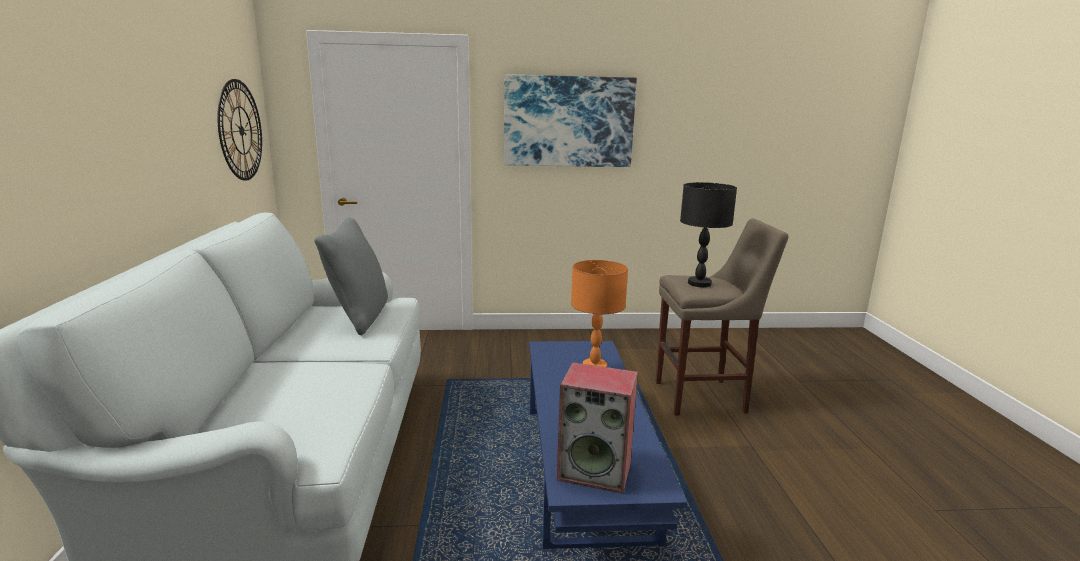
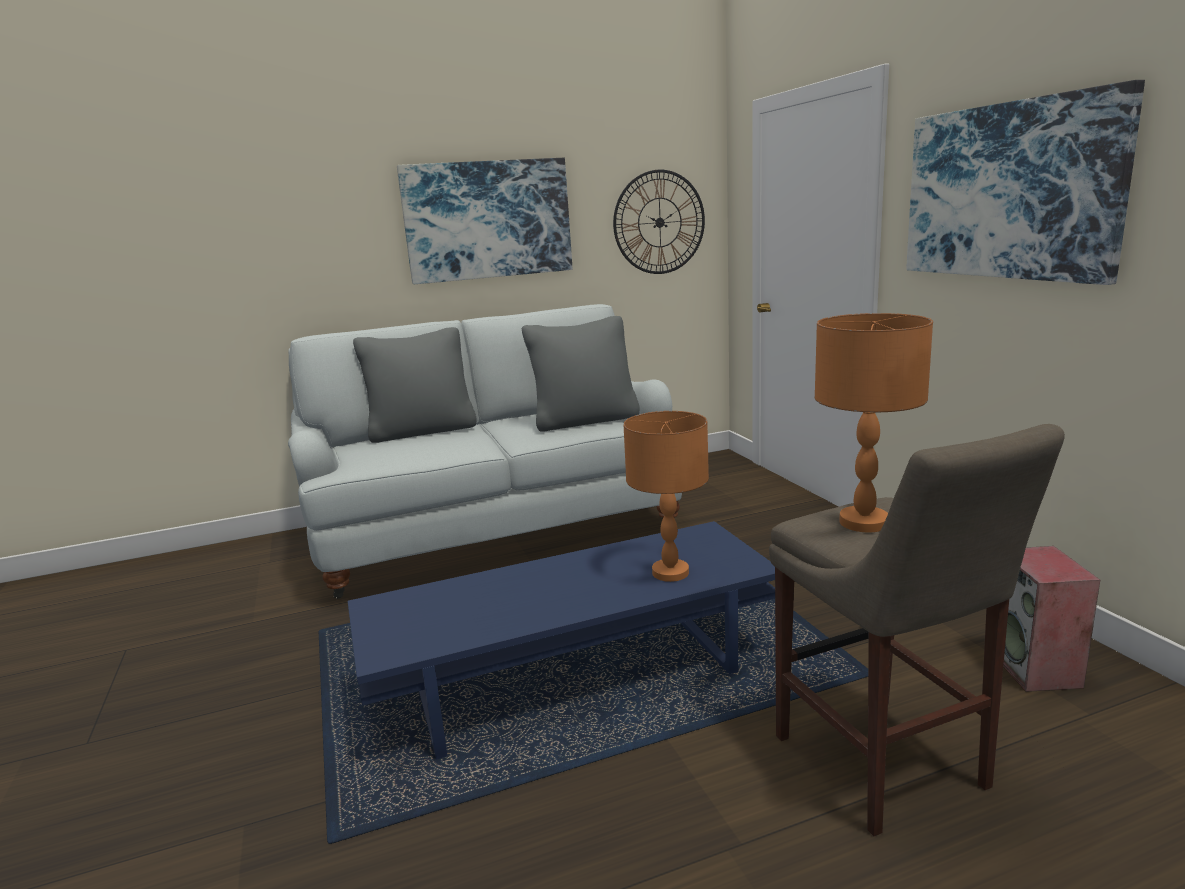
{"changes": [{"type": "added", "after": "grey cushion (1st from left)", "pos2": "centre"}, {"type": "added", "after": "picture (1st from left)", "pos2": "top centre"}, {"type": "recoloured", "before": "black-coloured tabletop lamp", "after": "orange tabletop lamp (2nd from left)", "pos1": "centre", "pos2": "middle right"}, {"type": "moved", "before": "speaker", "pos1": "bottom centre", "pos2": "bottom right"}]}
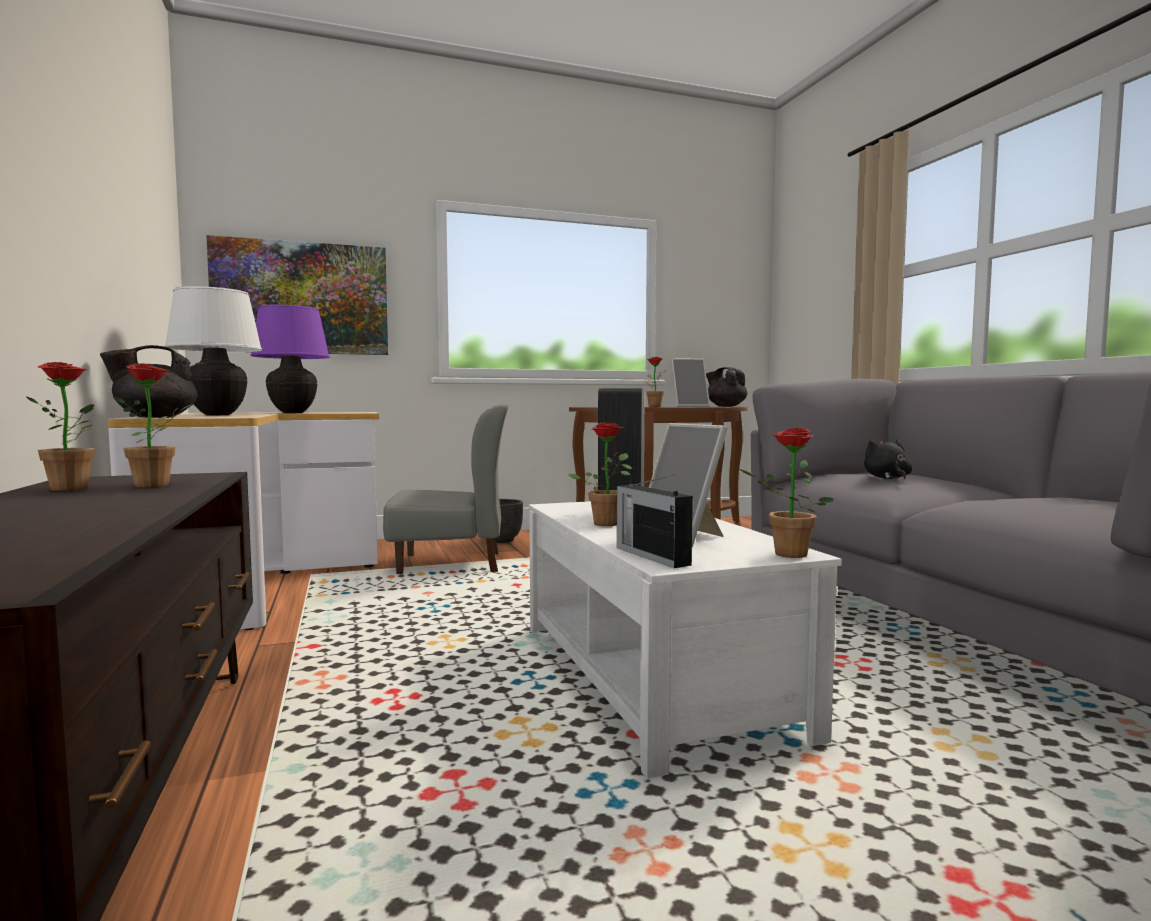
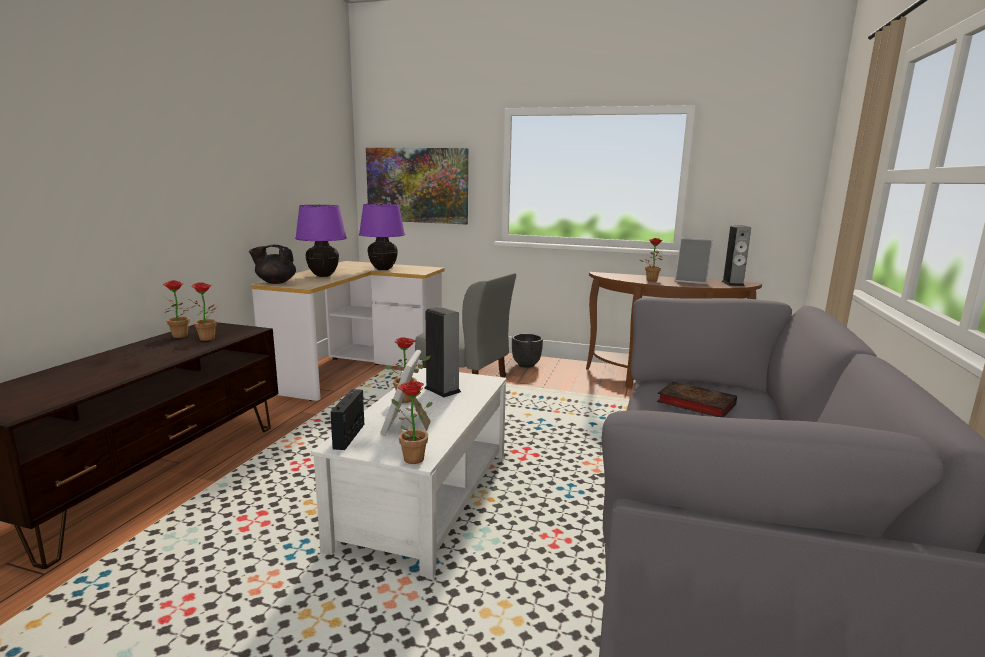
{"changes": [{"type": "recoloured", "before": "white tabletop lamp", "after": "purple-coloured tabletop lamp (1st from left)", "pos1": "middle left", "pos2": "middle left"}, {"type": "replaced", "before": "black-coloured plush toy", "after": "bound book", "pos1": "middle right", "pos2": "middle right"}, {"type": "replaced", "before": "black-coloured tea pot (2nd from left)", "after": "speaker (2nd from left)", "pos1": "centre", "pos2": "middle right"}]}
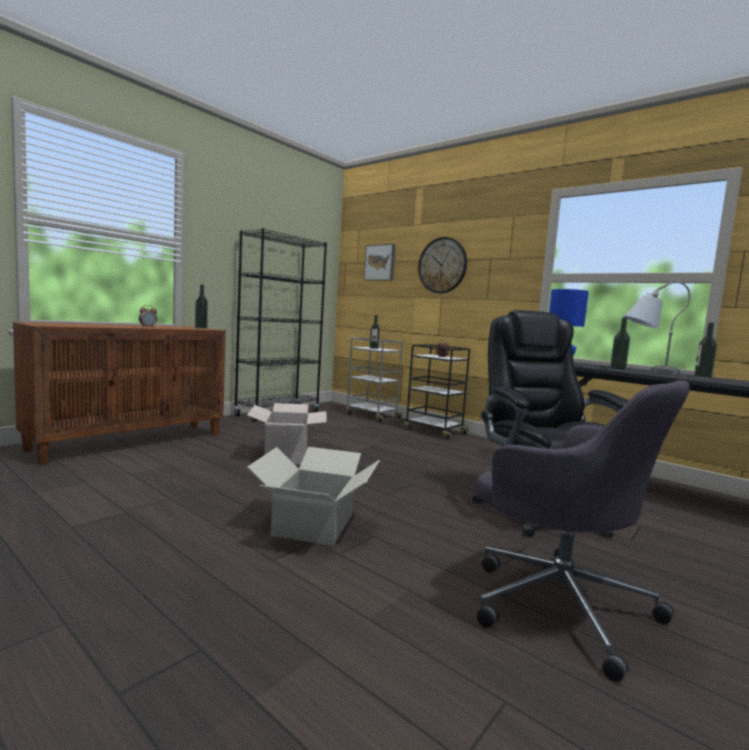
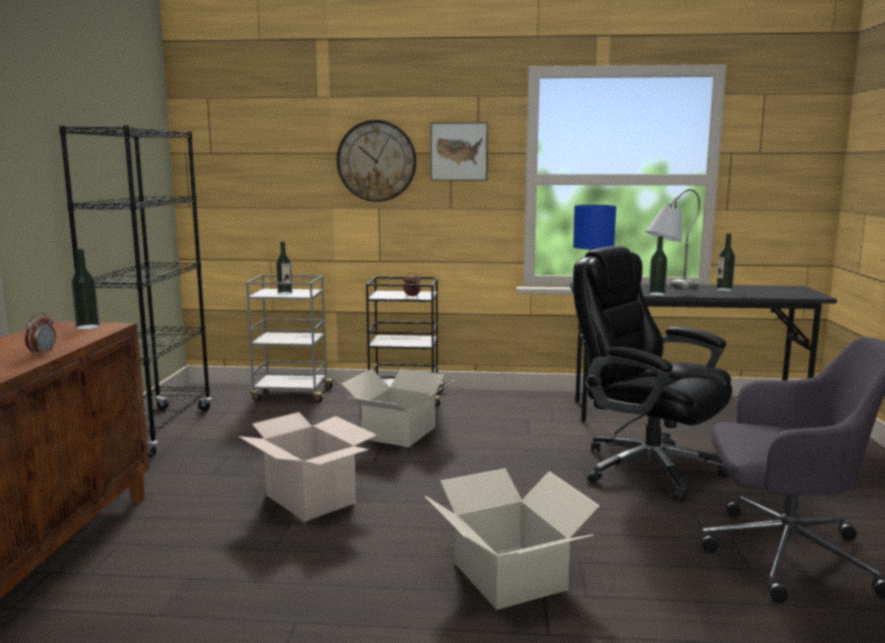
{"changes": [{"type": "added", "after": "carton (2nd from left)", "pos2": "centre"}, {"type": "moved", "before": "picture", "pos1": "centre", "pos2": "top centre"}]}
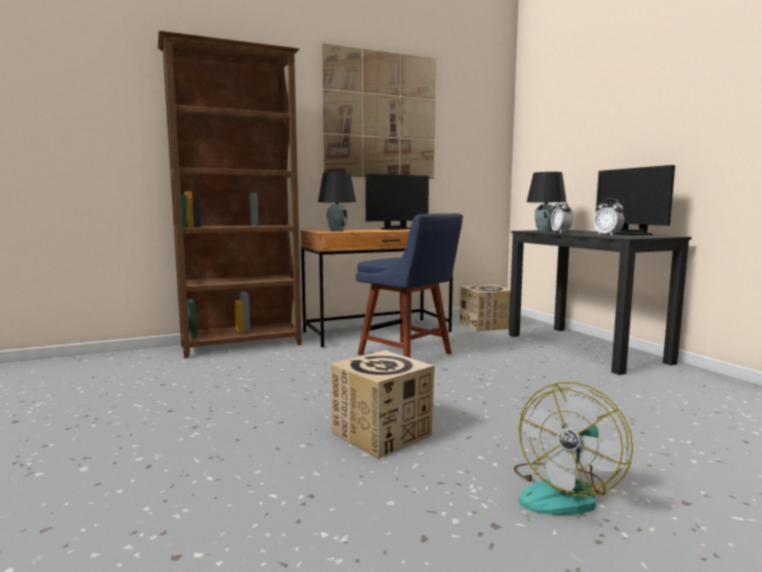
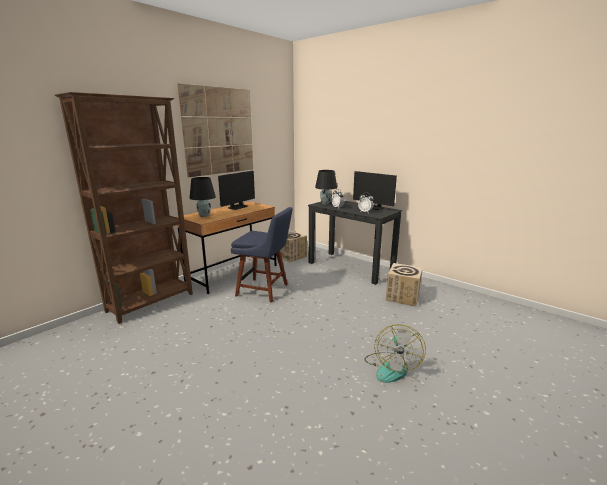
{"changes": [{"type": "moved", "before": "carton (1st from left in the first image)", "after": "carton (2nd from left)", "pos1": "bottom centre", "pos2": "centre"}]}
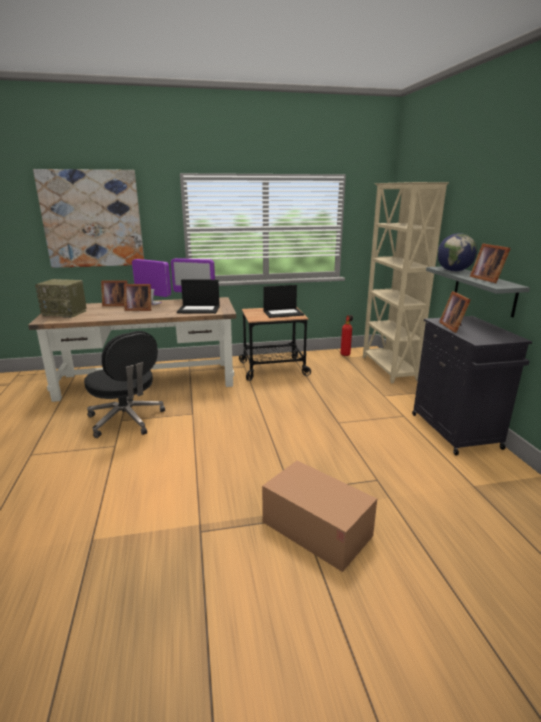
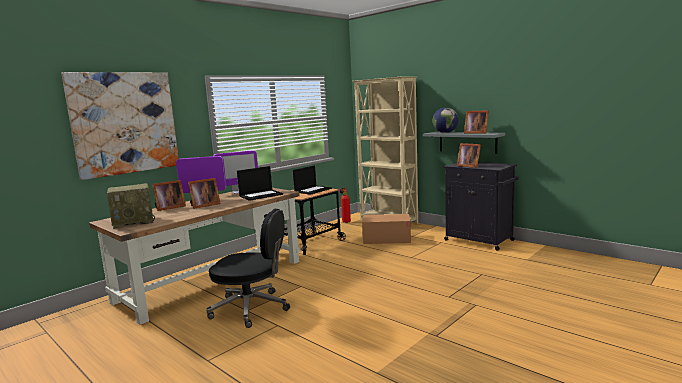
{"changes": [{"type": "moved", "before": "carton", "pos1": "bottom centre", "pos2": "centre"}]}
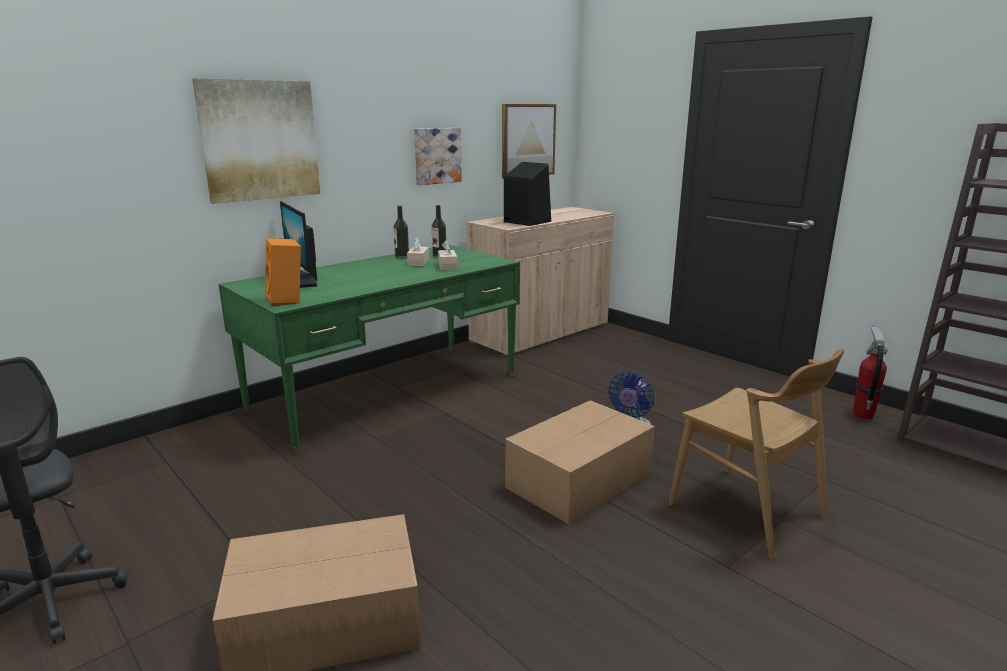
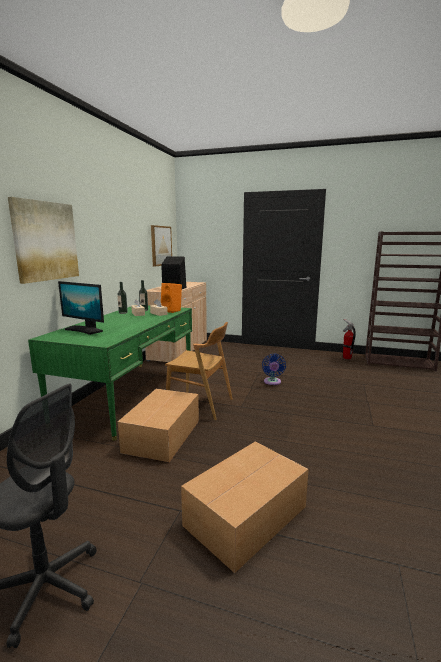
{"changes": [{"type": "moved", "before": "carton (2nd from left in the first image)", "after": "carton (1st from left)", "pos1": "bottom centre", "pos2": "centre"}, {"type": "moved", "before": "orange speaker", "pos1": "middle left", "pos2": "centre"}, {"type": "moved", "before": "brown chair", "pos1": "bottom right", "pos2": "centre"}, {"type": "removed", "before": "picture (2nd from left)", "pos1": "top centre"}]}
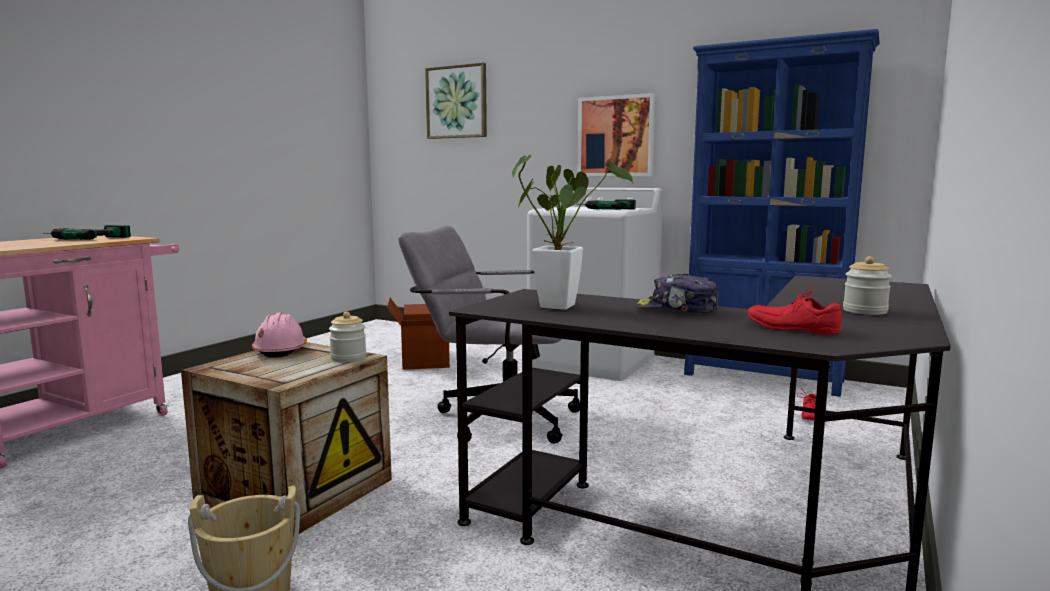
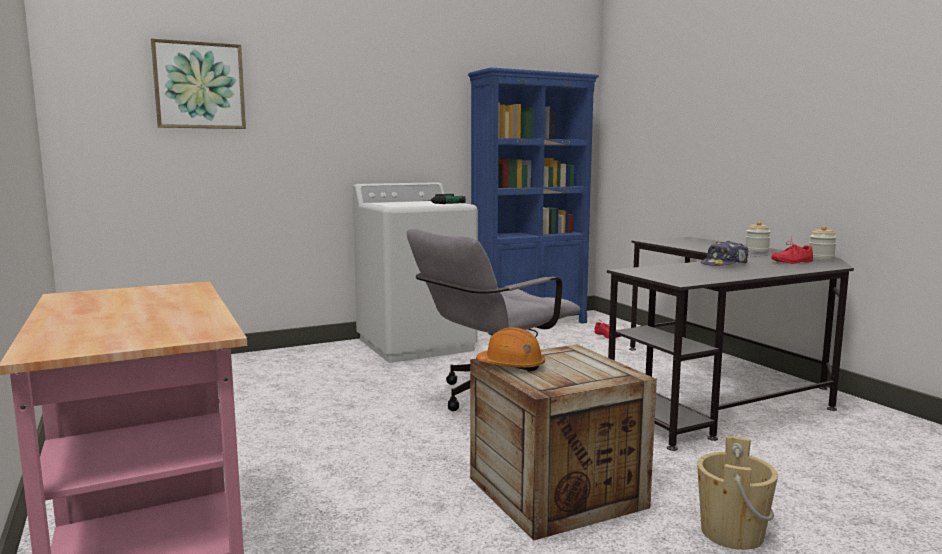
{"changes": [{"type": "recoloured", "before": "pink-coloured safety helmet", "after": "orange safety helmet", "pos1": "middle left", "pos2": "centre"}, {"type": "moved", "before": "preserve jar (1st from left in the first image)", "after": "preserve jar (2nd from left)", "pos1": "middle left", "pos2": "middle right"}, {"type": "removed", "before": "electric drill (1st from left)", "pos1": "middle left"}, {"type": "removed", "before": "carton", "pos1": "centre"}, {"type": "removed", "before": "plant in a pot", "pos1": "centre"}, {"type": "removed", "before": "picture (2nd from left)", "pos1": "top centre"}]}
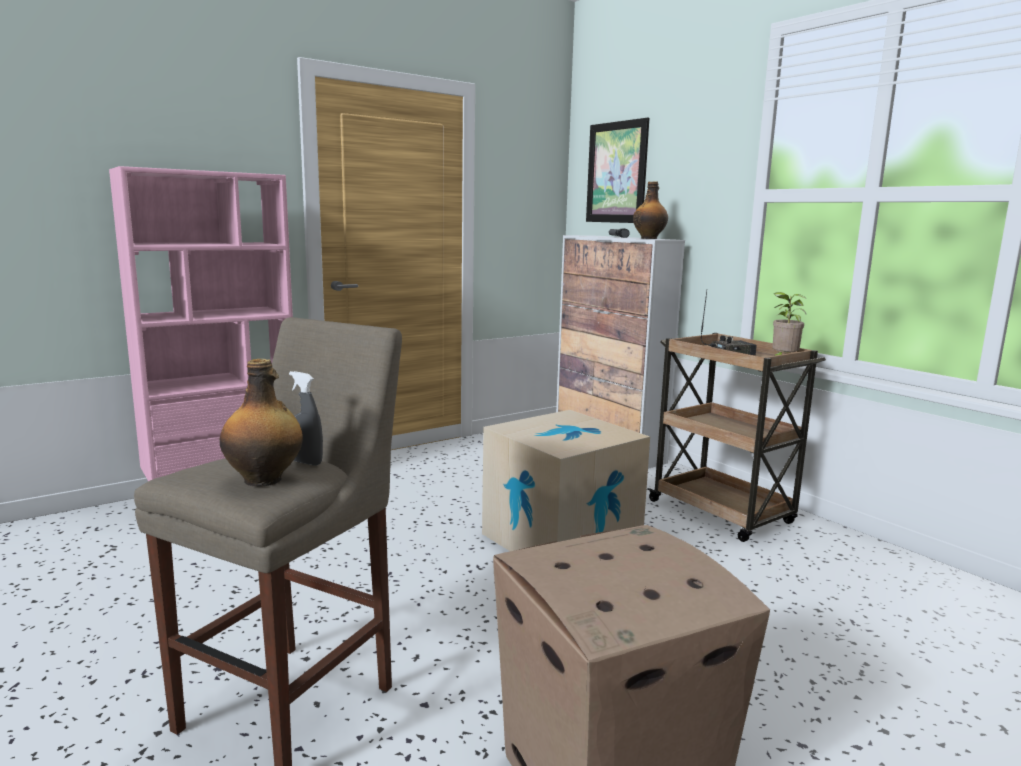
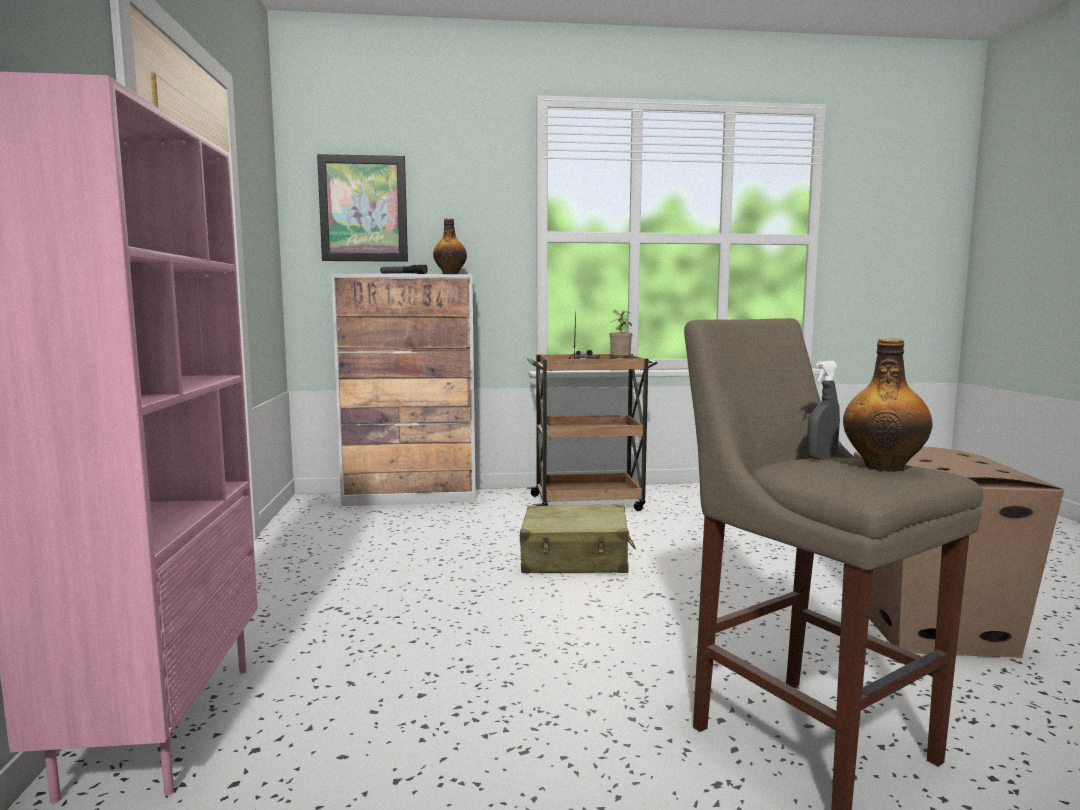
{"changes": [{"type": "replaced", "before": "carton (1st from left)", "after": "beige suitcase", "pos1": "centre", "pos2": "centre"}]}
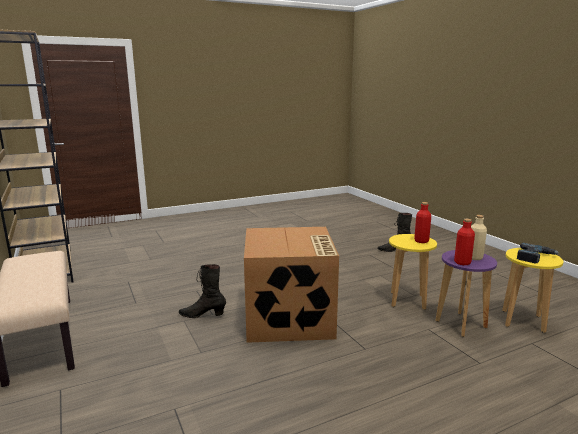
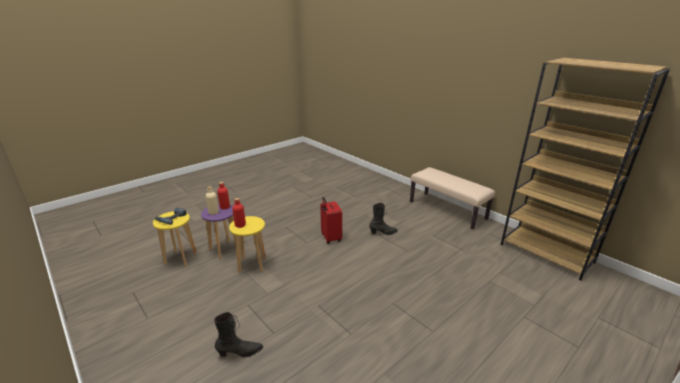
{"changes": [{"type": "replaced", "before": "carton", "after": "red suitcase", "pos1": "centre", "pos2": "centre"}]}
